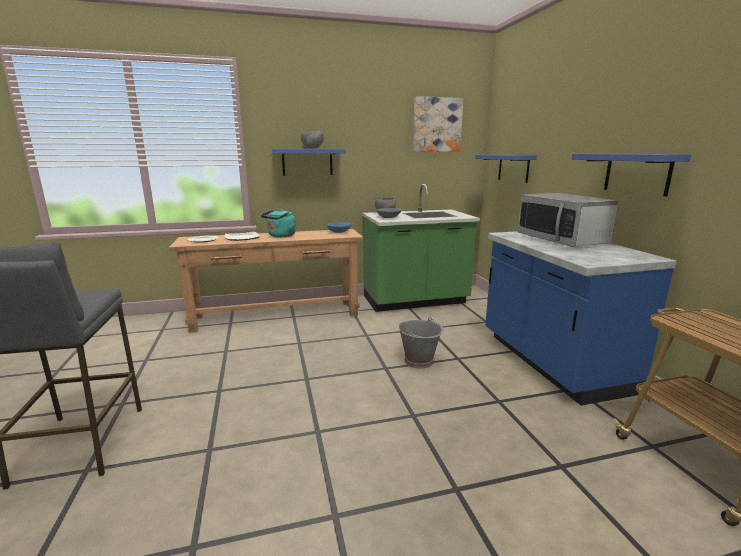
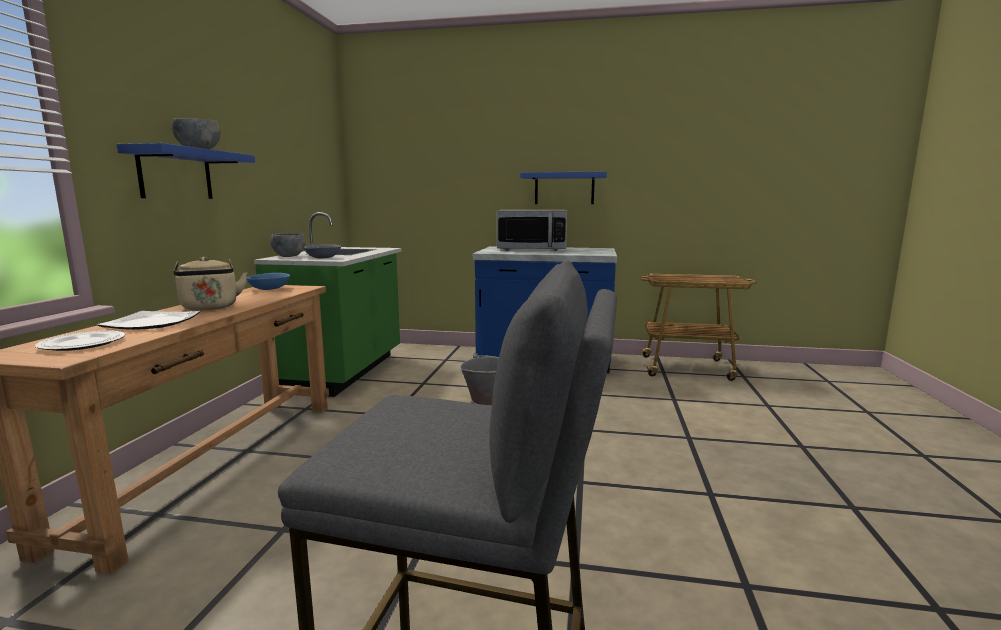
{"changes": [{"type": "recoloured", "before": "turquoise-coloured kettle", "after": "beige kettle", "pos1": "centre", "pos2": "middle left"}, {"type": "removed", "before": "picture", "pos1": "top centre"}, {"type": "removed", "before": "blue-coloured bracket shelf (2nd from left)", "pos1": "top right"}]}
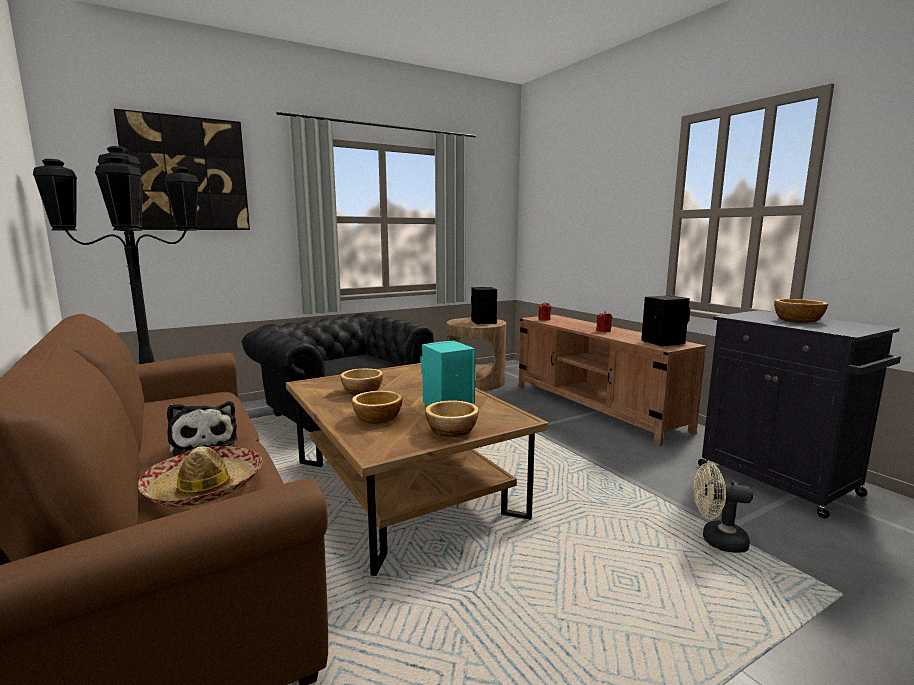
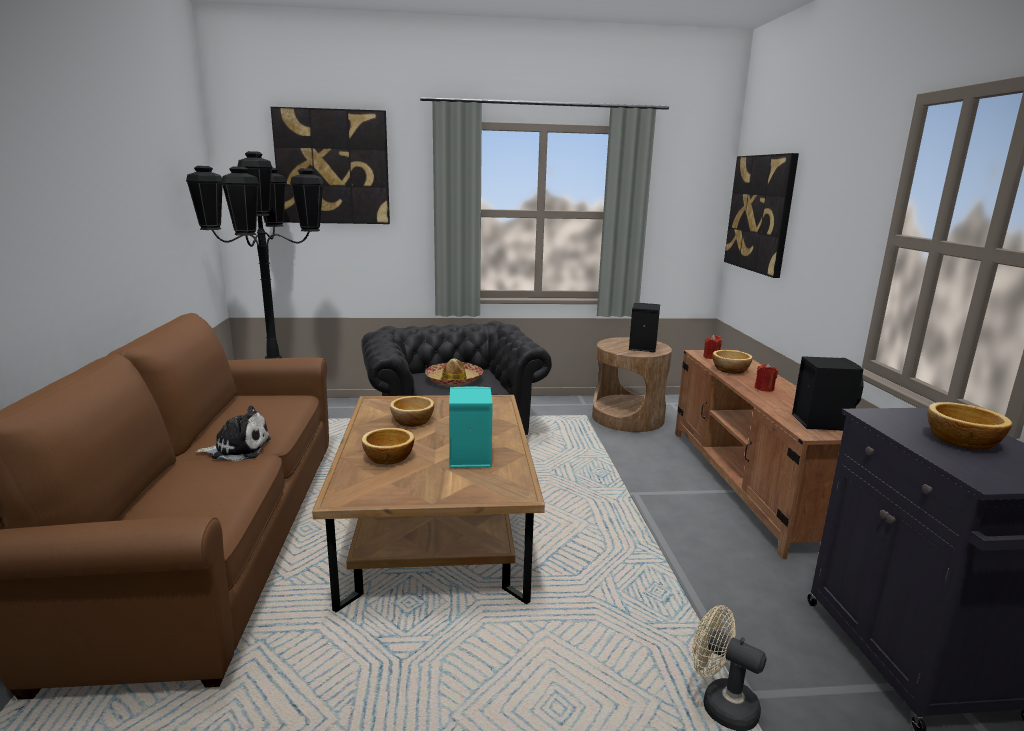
{"changes": [{"type": "turned", "before": "plush toy", "pos1": "middle left", "pos2": "middle left", "turn": -90}, {"type": "moved", "before": "clothing hat", "pos1": "bottom left", "pos2": "centre"}, {"type": "moved", "before": "serving bowl (3rd from left)", "pos1": "centre", "pos2": "middle right"}, {"type": "added", "after": "picture (2nd from left)", "pos2": "top right"}]}
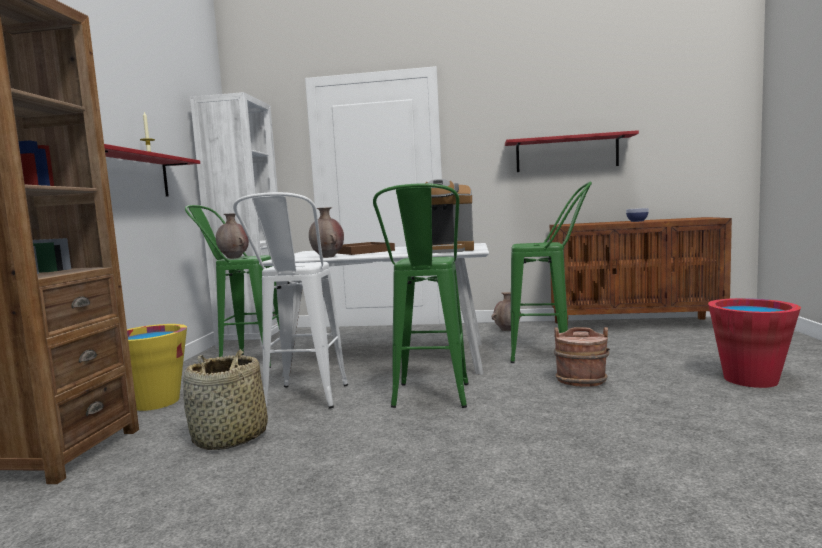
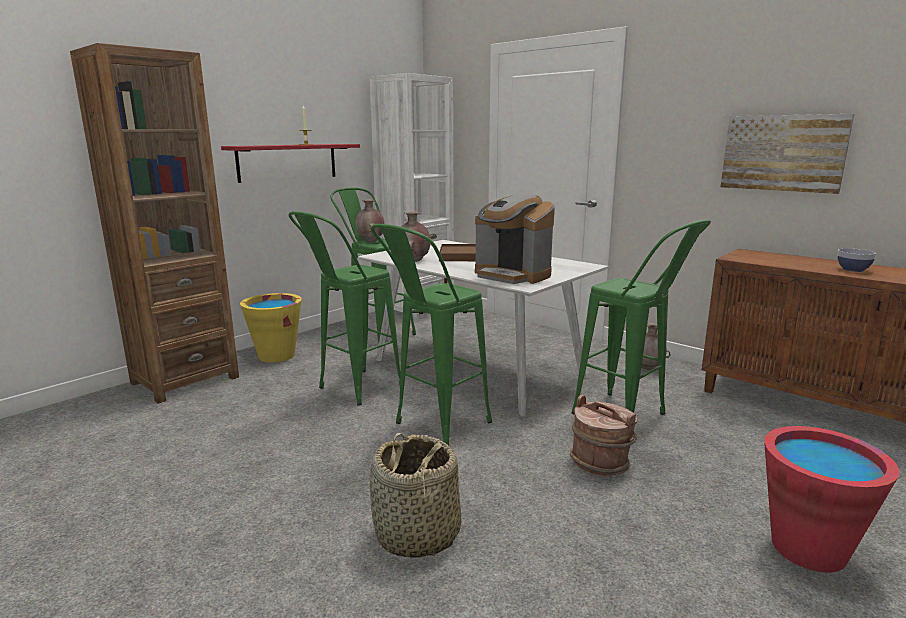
{"changes": [{"type": "recoloured", "before": "white sitting stool", "after": "greenish sitting stool (1st from left)", "pos1": "centre", "pos2": "centre"}, {"type": "moved", "before": "basket", "pos1": "bottom left", "pos2": "bottom centre"}, {"type": "replaced", "before": "red bracket shelf (2nd from left)", "after": "picture", "pos1": "top right", "pos2": "top right"}]}
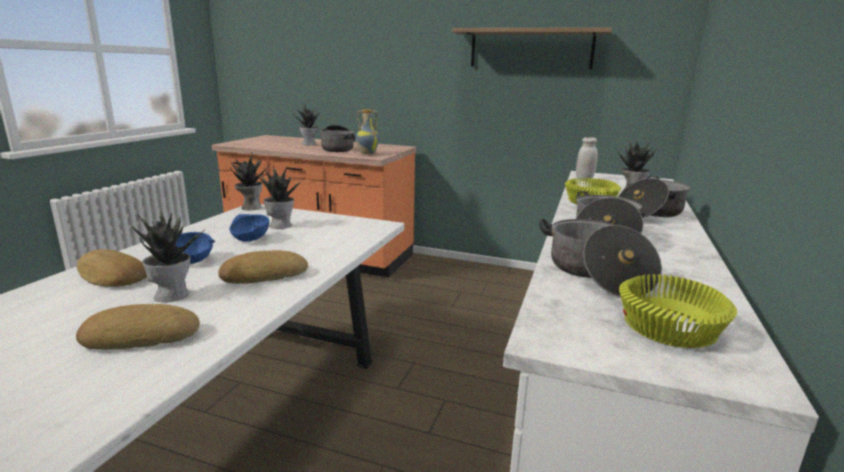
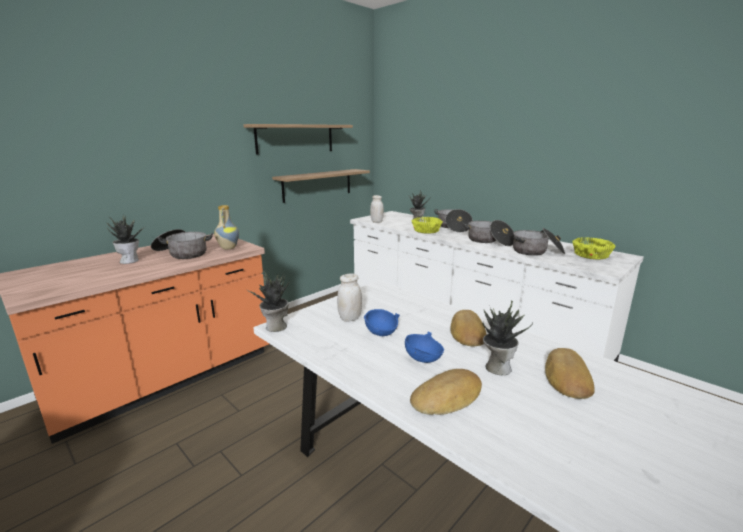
{"changes": [{"type": "added", "after": "bracket shelf (2nd from left)", "pos2": "centre"}, {"type": "replaced", "before": "plant in a pot (3rd from left)", "after": "white preserve jar (1st from left)", "pos1": "middle left", "pos2": "centre"}]}
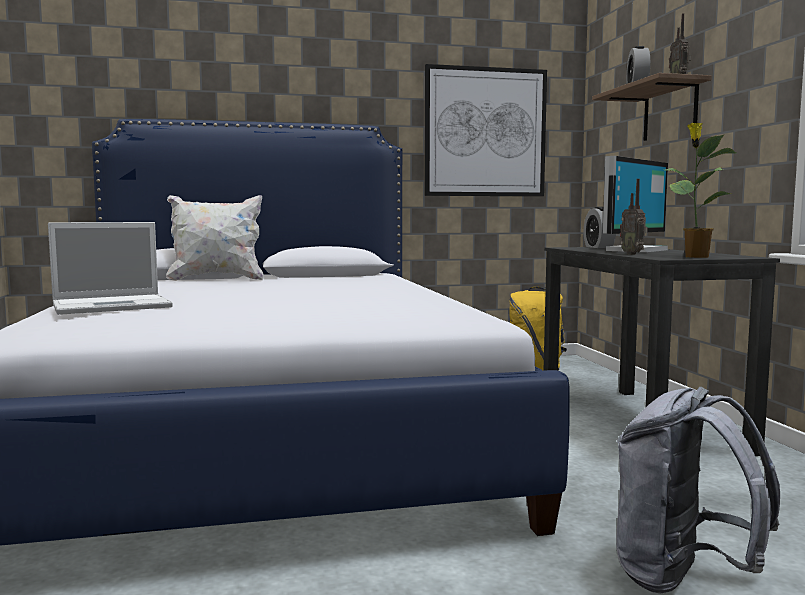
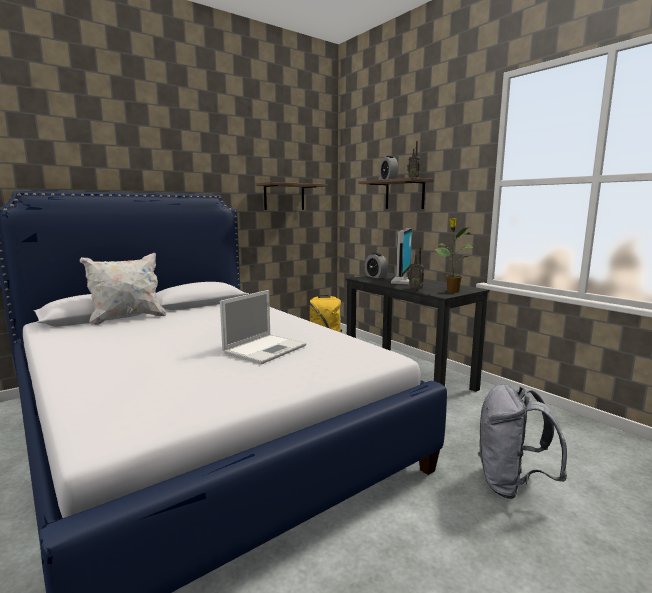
{"changes": [{"type": "moved", "before": "portable computer", "pos1": "middle left", "pos2": "centre"}, {"type": "replaced", "before": "picture", "after": "bracket shelf (1st from left)", "pos1": "top centre", "pos2": "top centre"}]}
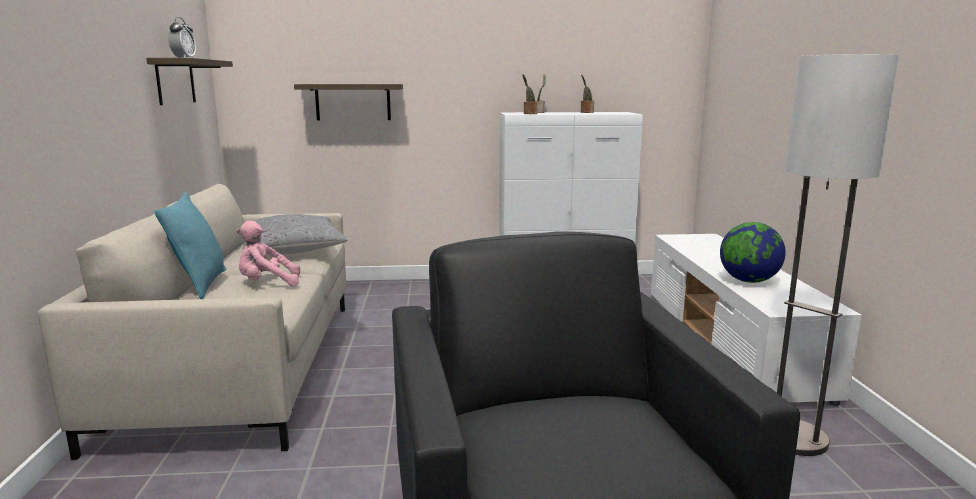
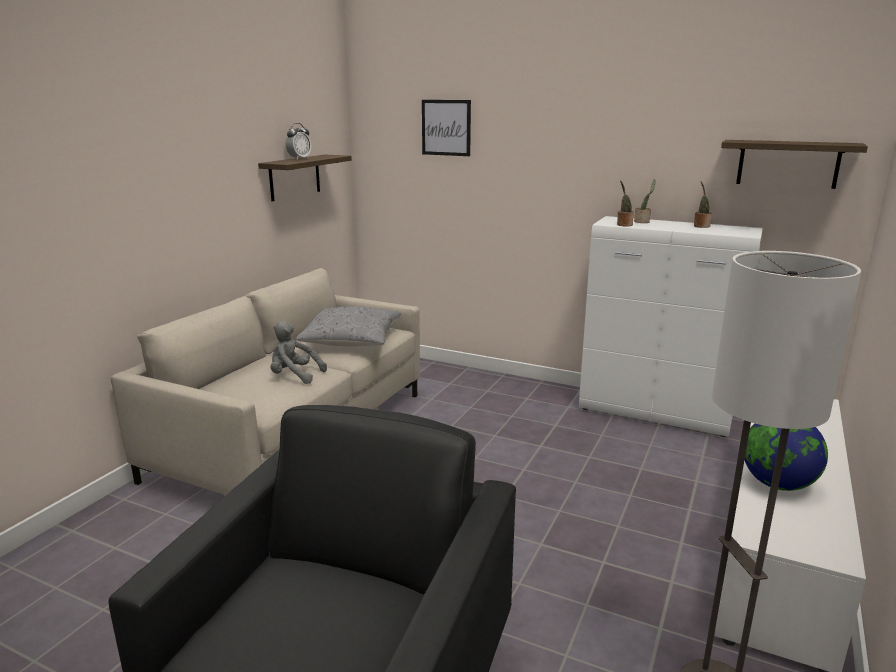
{"changes": [{"type": "recoloured", "before": "pink-coloured plush toy", "after": "grey plush toy", "pos1": "middle left", "pos2": "centre"}, {"type": "added", "after": "picture", "pos2": "top centre"}, {"type": "moved", "before": "bracket shelf (2nd from left)", "pos1": "top centre", "pos2": "top right"}, {"type": "removed", "before": "turquoise-coloured cushion", "pos1": "middle left"}]}
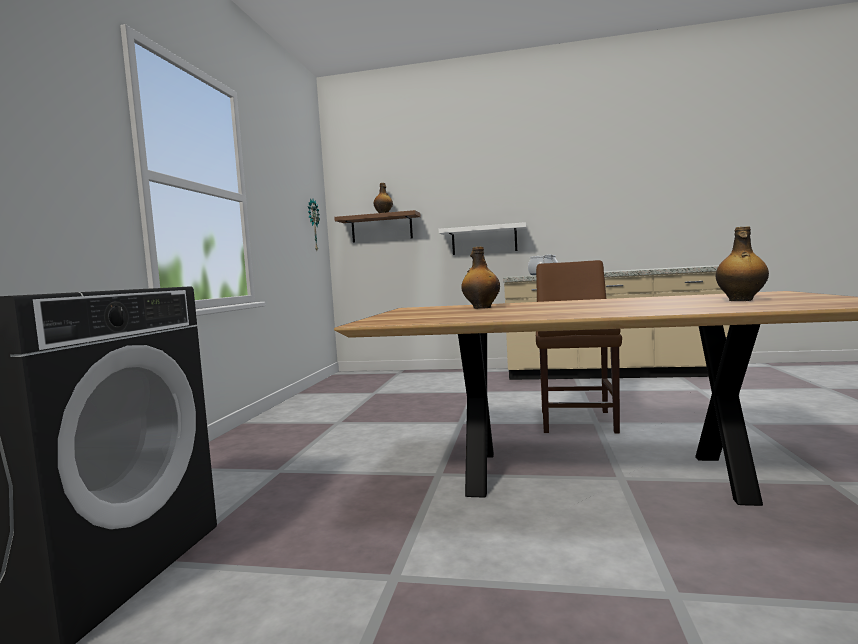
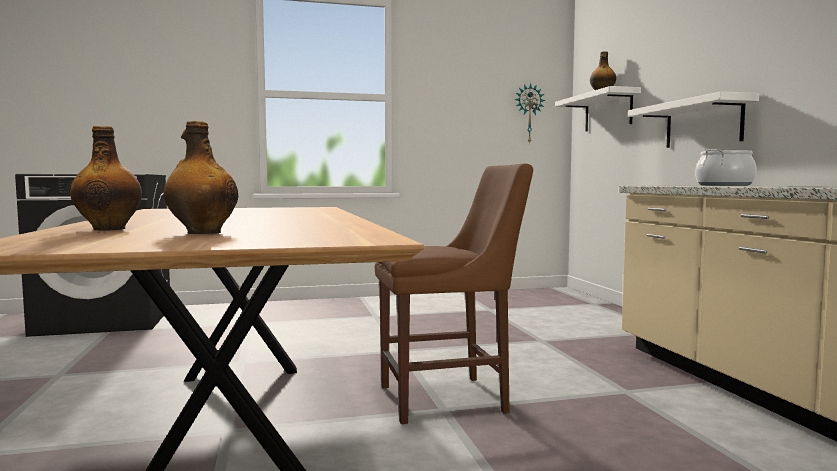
{"changes": [{"type": "moved", "before": "beverage bottle (2nd from left in the first image)", "after": "beverage bottle (1st from left)", "pos1": "centre", "pos2": "middle left"}, {"type": "recoloured", "before": "brown bracket shelf", "after": "white bracket shelf (1st from left)", "pos1": "centre", "pos2": "top right"}]}
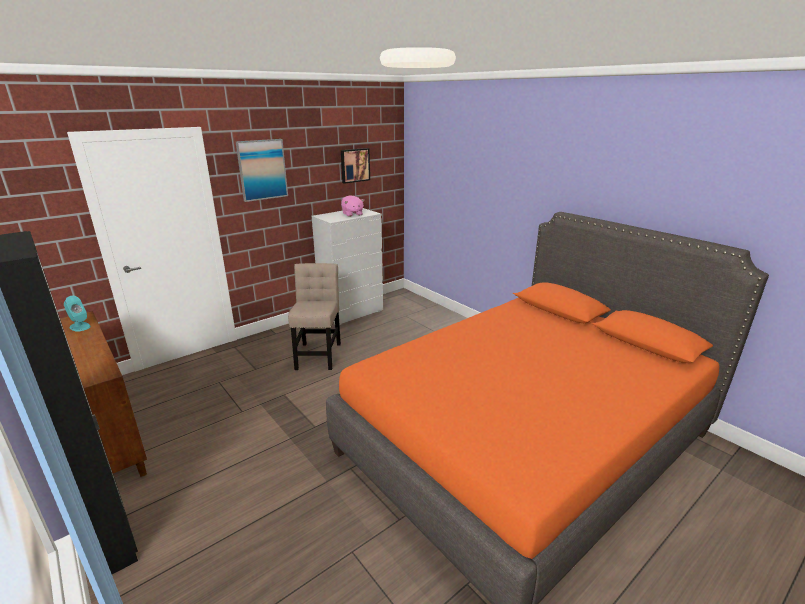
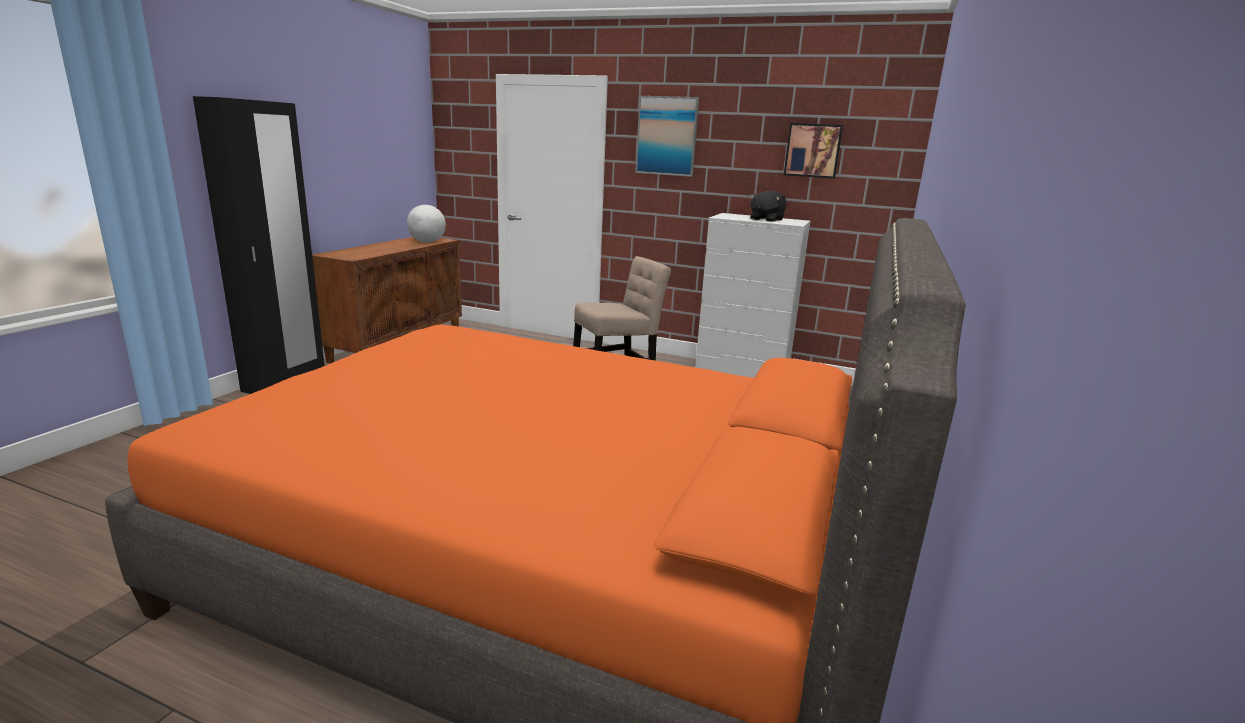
{"changes": [{"type": "replaced", "before": "turquoise-coloured speaker", "after": "globe", "pos1": "middle left", "pos2": "top centre"}, {"type": "recoloured", "before": "pink-coloured plush toy", "after": "black-coloured plush toy", "pos1": "centre", "pos2": "top centre"}]}
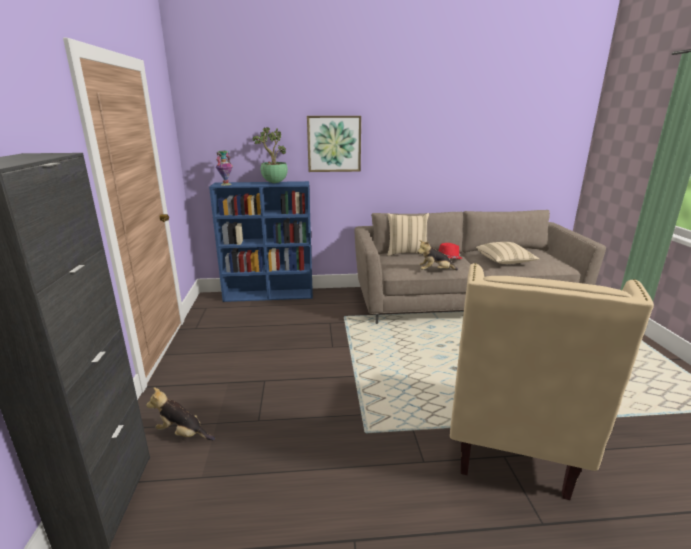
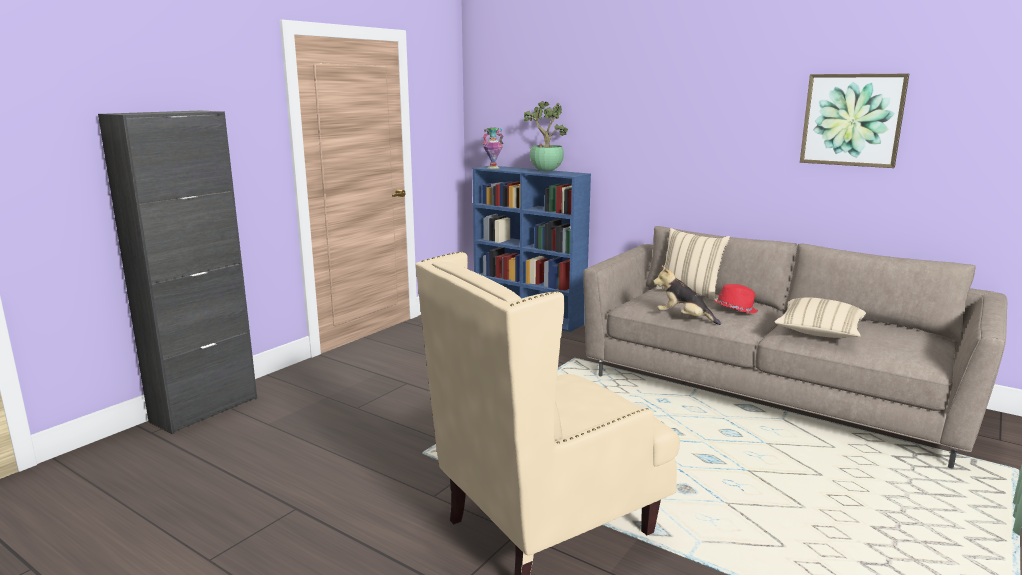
{"changes": [{"type": "moved", "before": "picture", "pos1": "top centre", "pos2": "top right"}, {"type": "removed", "before": "plush toy (1st from left)", "pos1": "bottom left"}]}
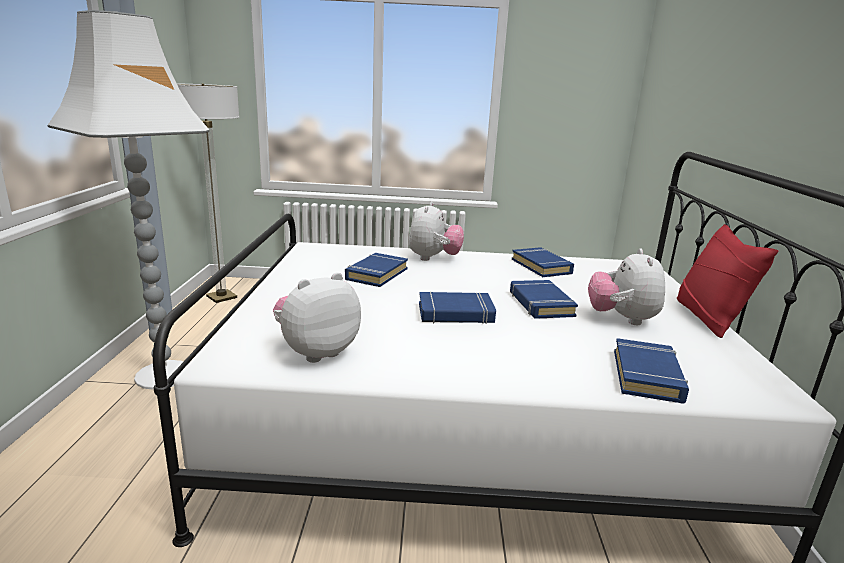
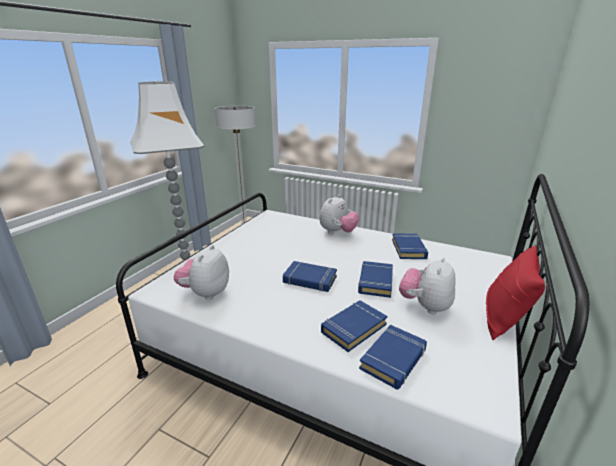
{"changes": [{"type": "turned", "before": "plush toy (1st from left)", "pos1": "centre", "pos2": "middle left", "turn": -60}, {"type": "moved", "before": "blue-coloured bound book (1st from left in the first image)", "after": "blue-coloured bound book (2nd from left)", "pos1": "centre", "pos2": "bottom centre"}]}
